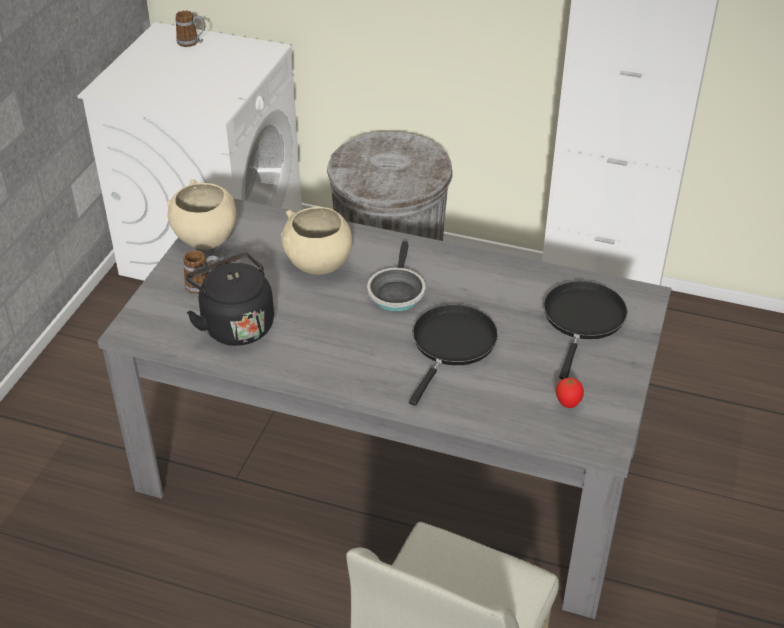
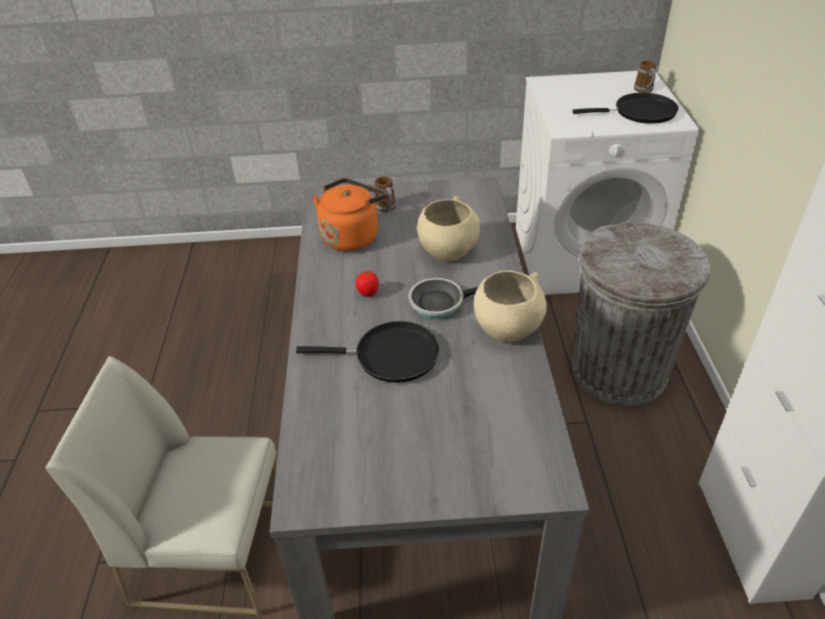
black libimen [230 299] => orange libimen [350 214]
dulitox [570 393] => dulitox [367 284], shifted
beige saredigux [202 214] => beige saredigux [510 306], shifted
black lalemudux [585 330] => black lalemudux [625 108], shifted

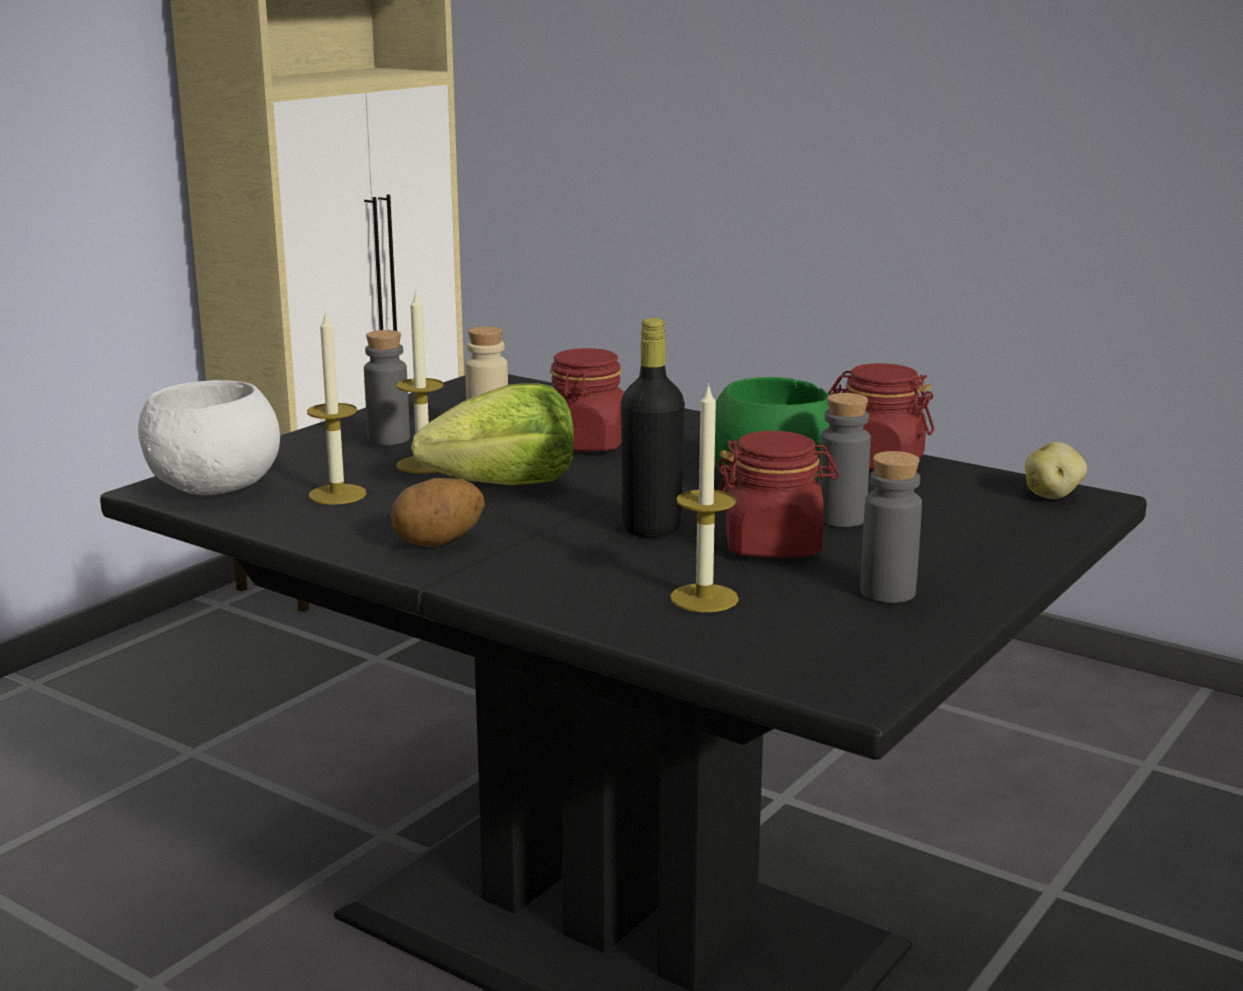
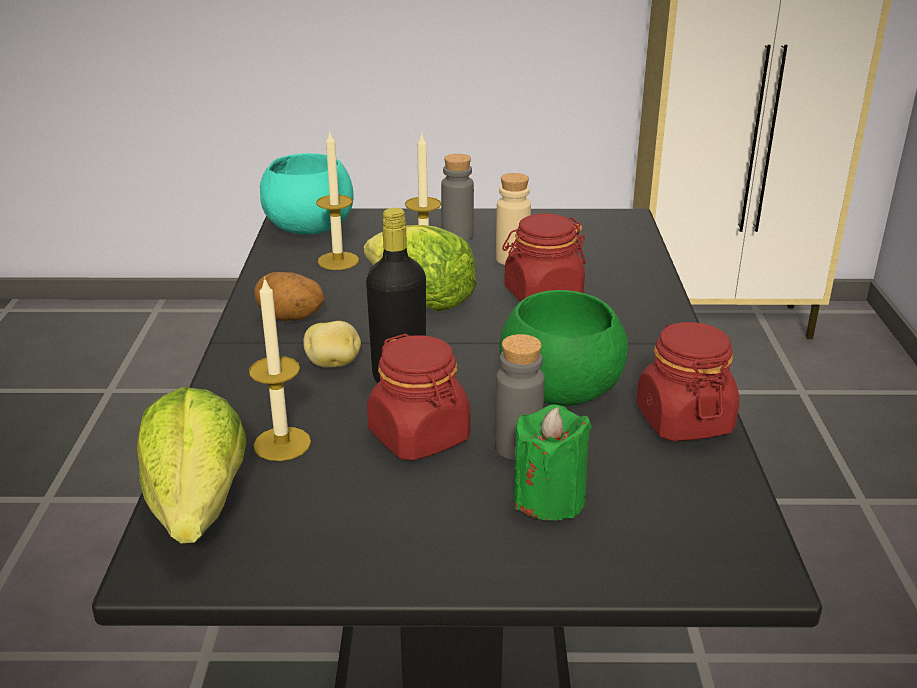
nothing => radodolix [191 465]
white saredigux [209 437] => turquoise saredigux [307 193]
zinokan [1056 470] => zinokan [332 344], shifted
nothing => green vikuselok [552 462]
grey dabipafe [891 527] => nothing

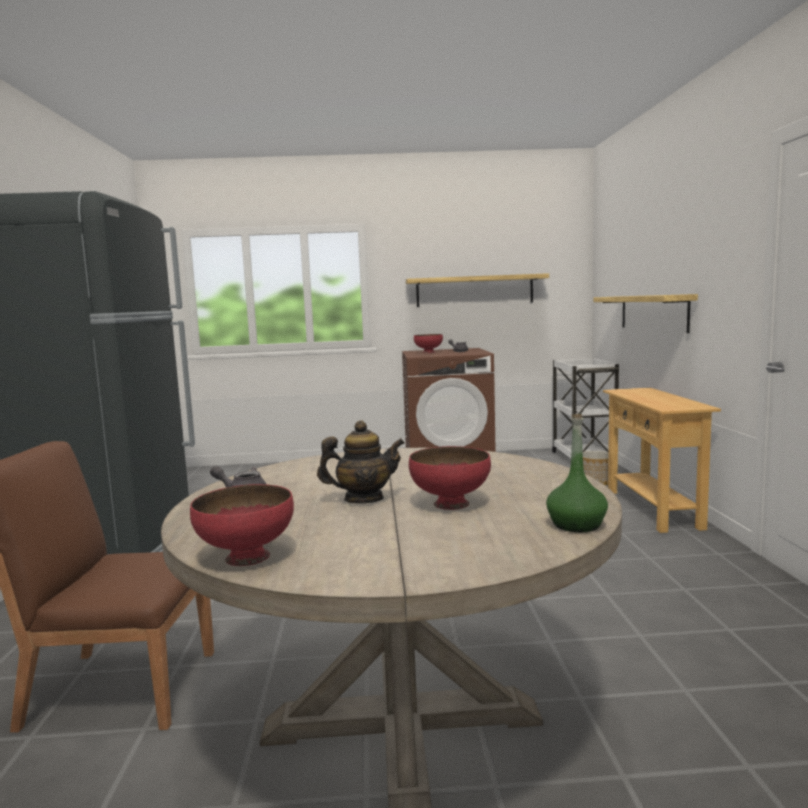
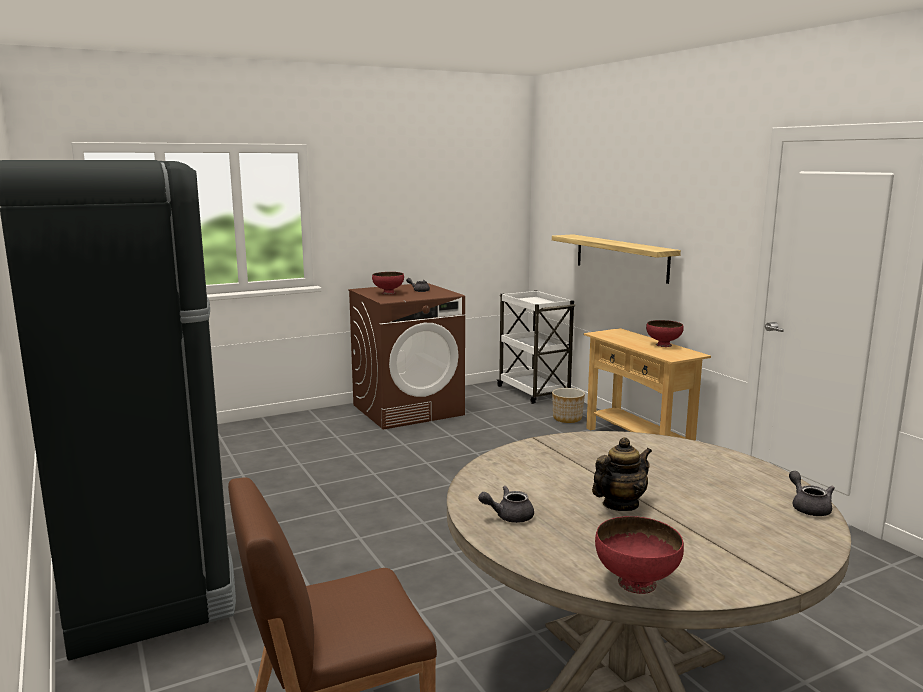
red saredigux [450 478] => red saredigux [665 333], shifted
green dabipafe [577 473] => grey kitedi [811 493]
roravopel [477 290] => nothing

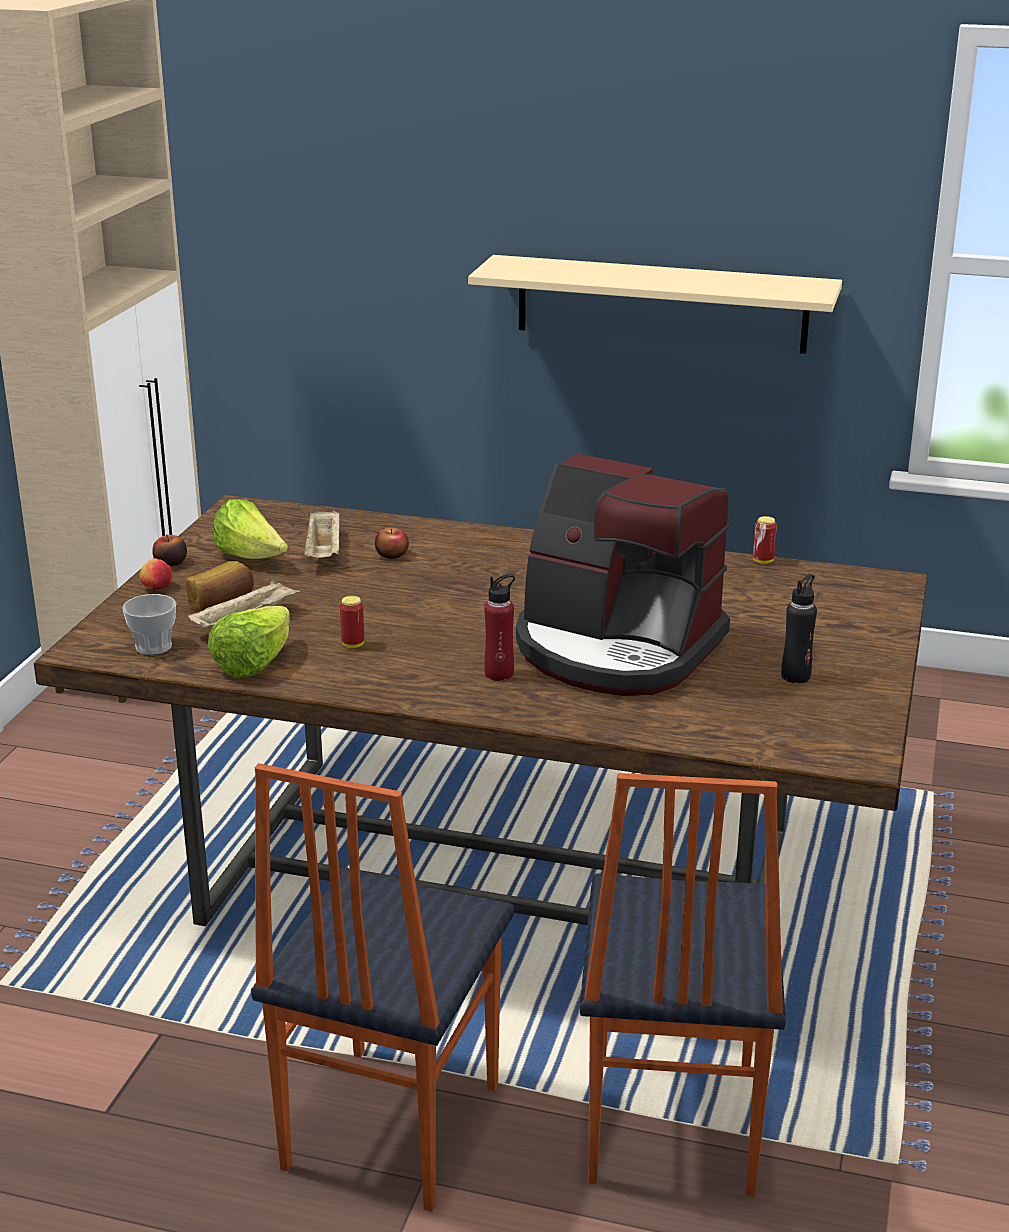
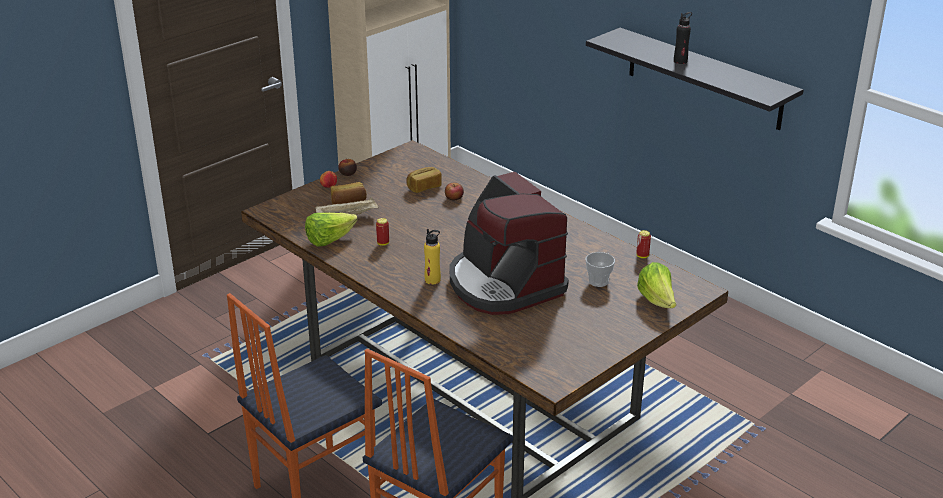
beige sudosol [322 533] => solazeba [424 180]
red dabipafe [499 627] => yellow dabipafe [432 257]
beige roravopel [655 304] => black roravopel [695 79]
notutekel [149 624] => notutekel [600 269], shifted
radodolix [250 529] => radodolix [656 285], shifted
black dabipafe [799 628] => black dabipafe [683 38], shifted

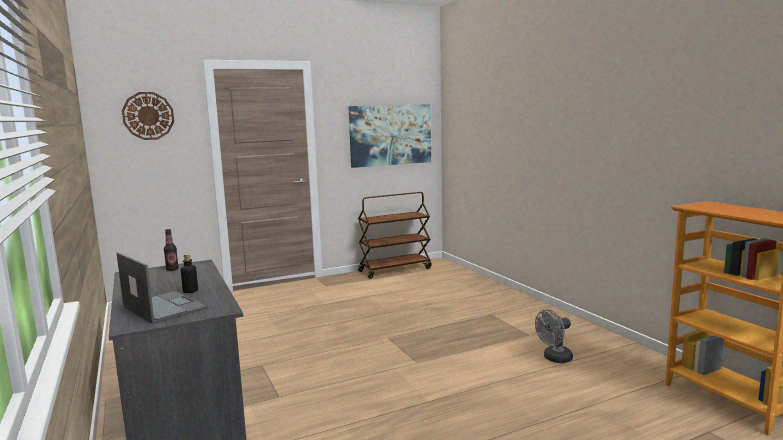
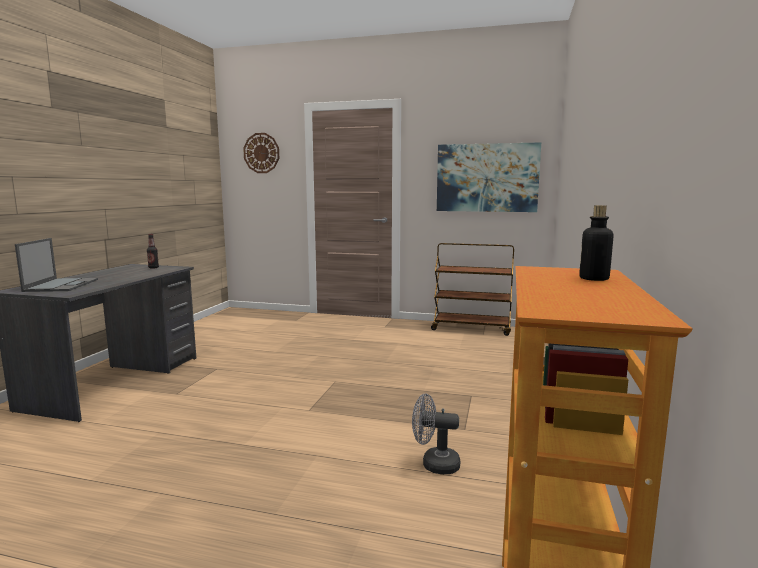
dabipafe [189 273] => dabipafe [596 243], shifted

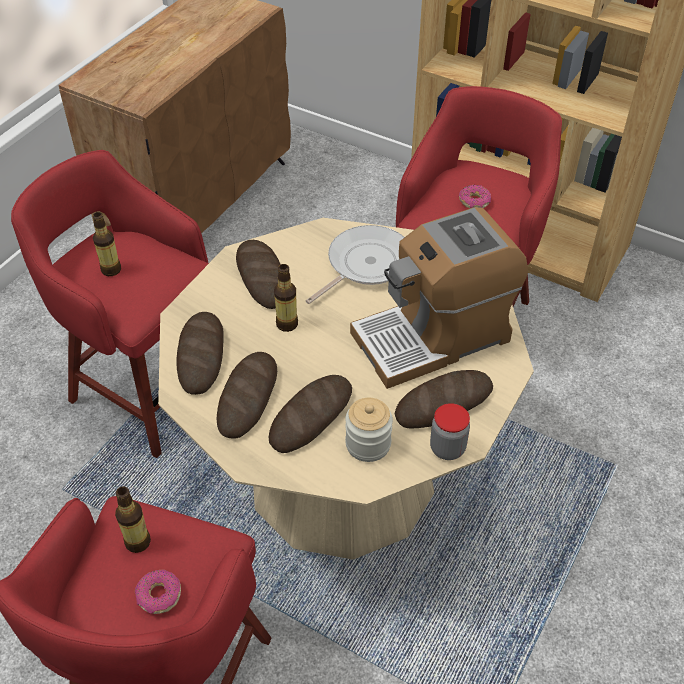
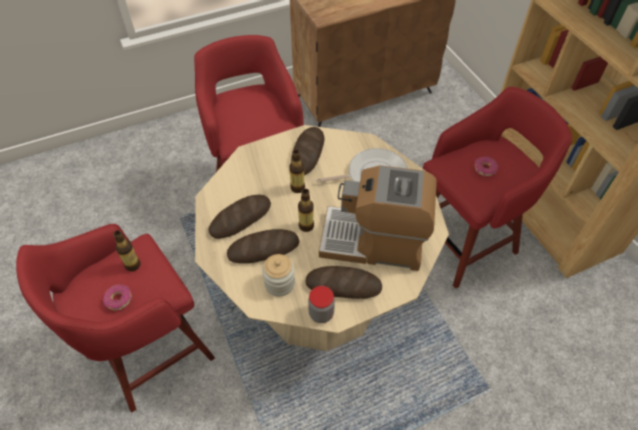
dabipafe [107 244] => dabipafe [306 210], shifted
solazeba [200 353] => nothing

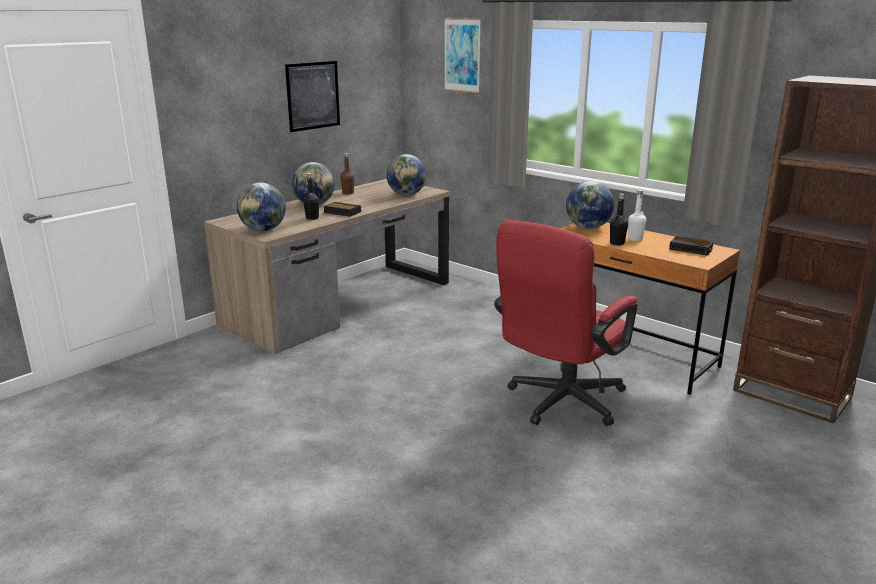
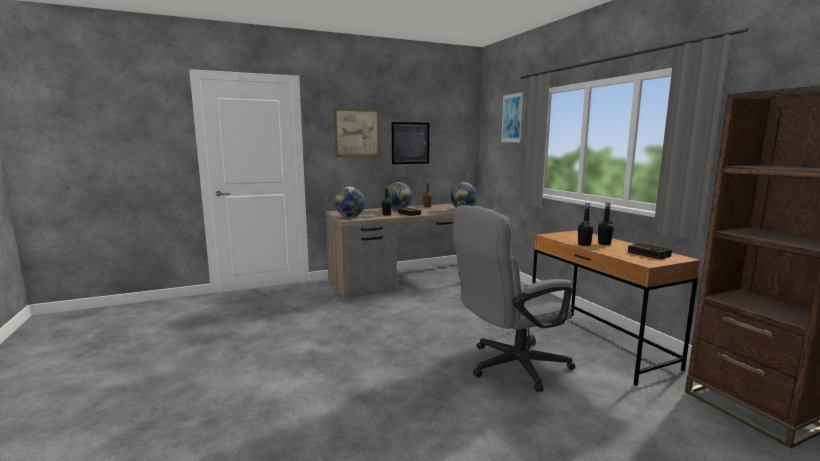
nothing => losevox [357 132]
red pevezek [565 323] => grey pevezek [514 298]
white dabipafe [637 215] => black dabipafe [606 224]
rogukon [590 205] => nothing

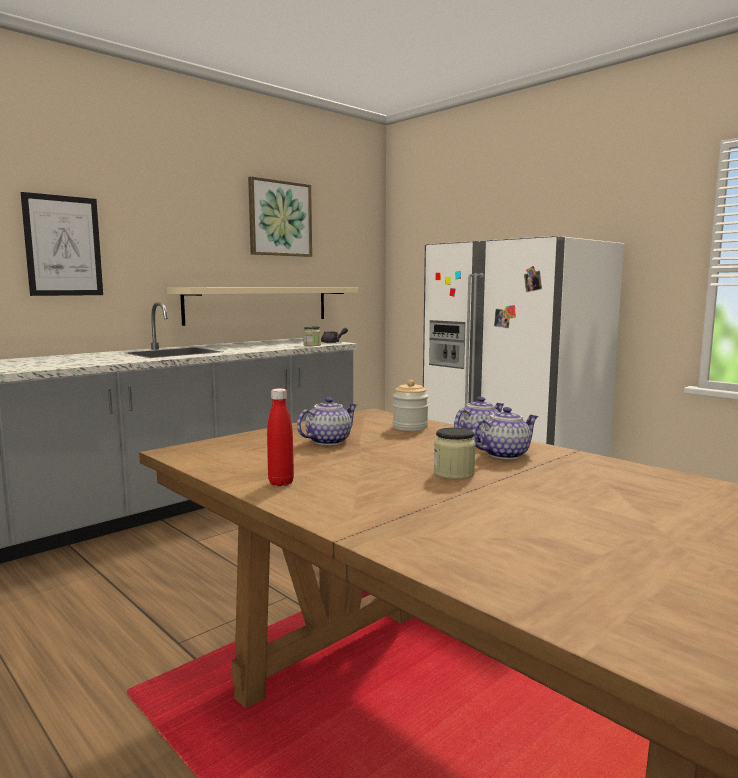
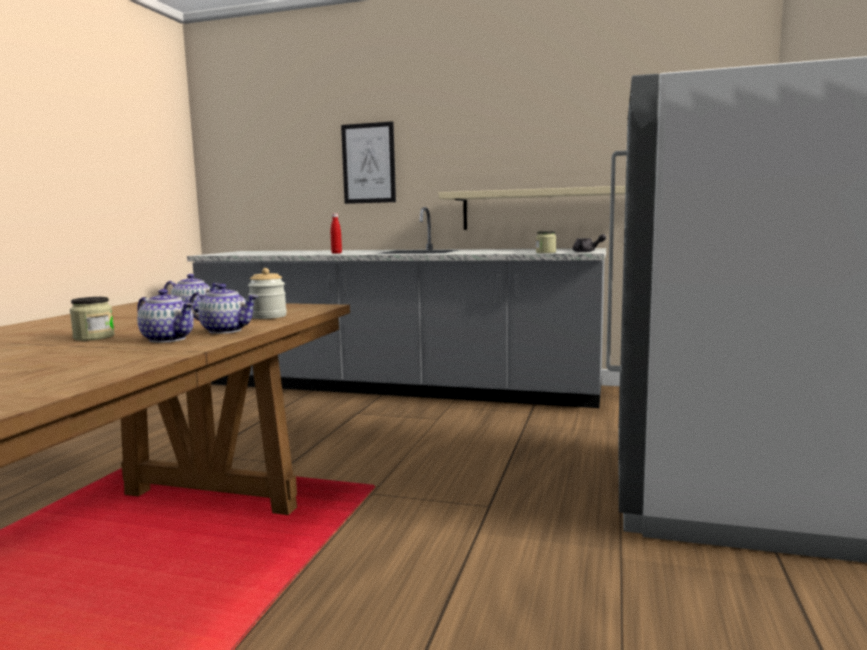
red dabipafe [280 437] => red dabipafe [336 234], shifted
losevox [280 216] => nothing

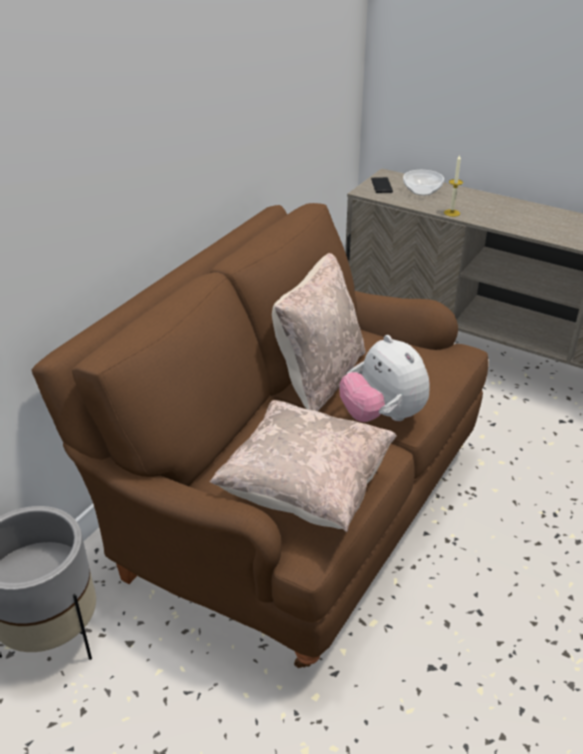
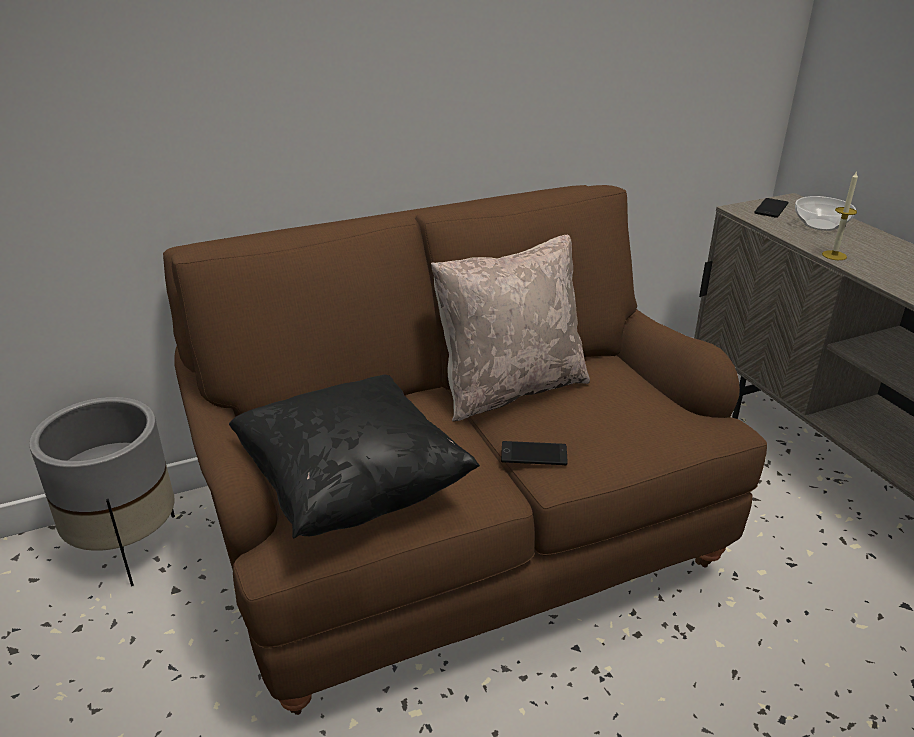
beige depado [303 466] => black depado [354 457]
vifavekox [384 378] => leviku [534 453]

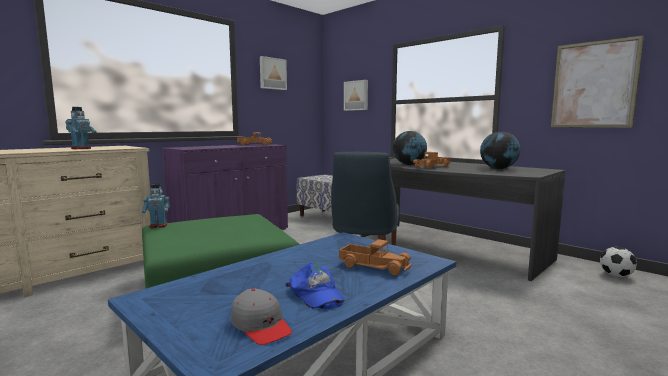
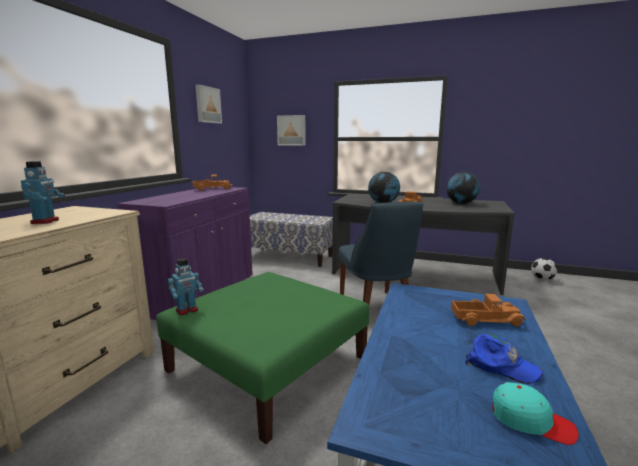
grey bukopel [261 317] => turquoise bukopel [535 413]
losevox [597 81] => nothing

